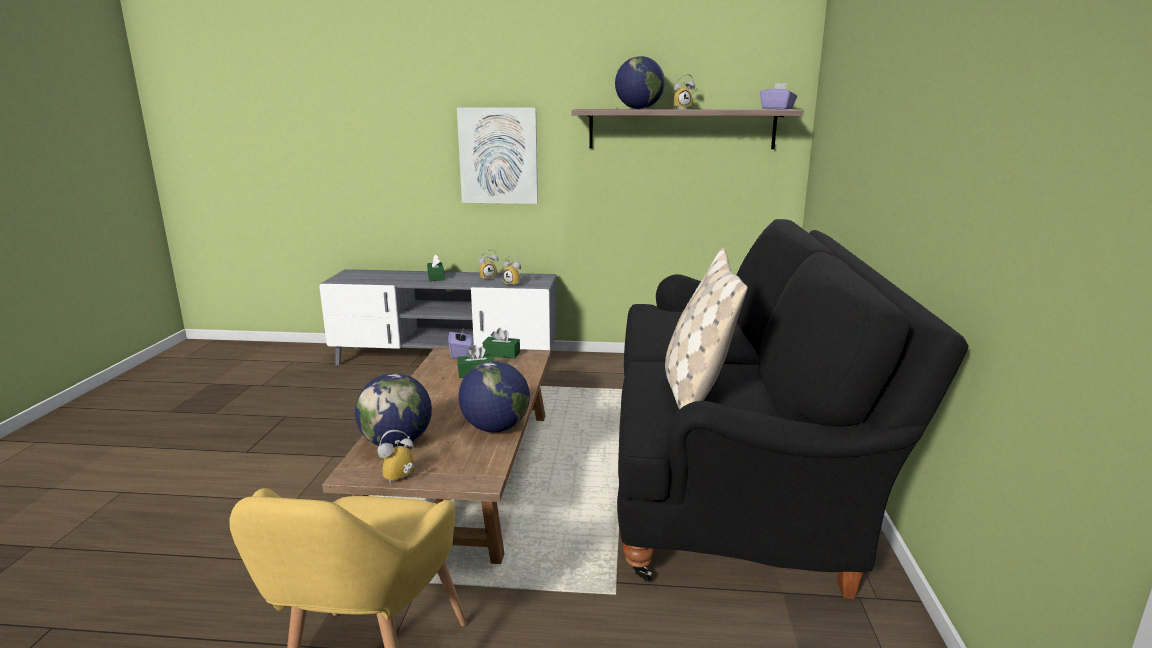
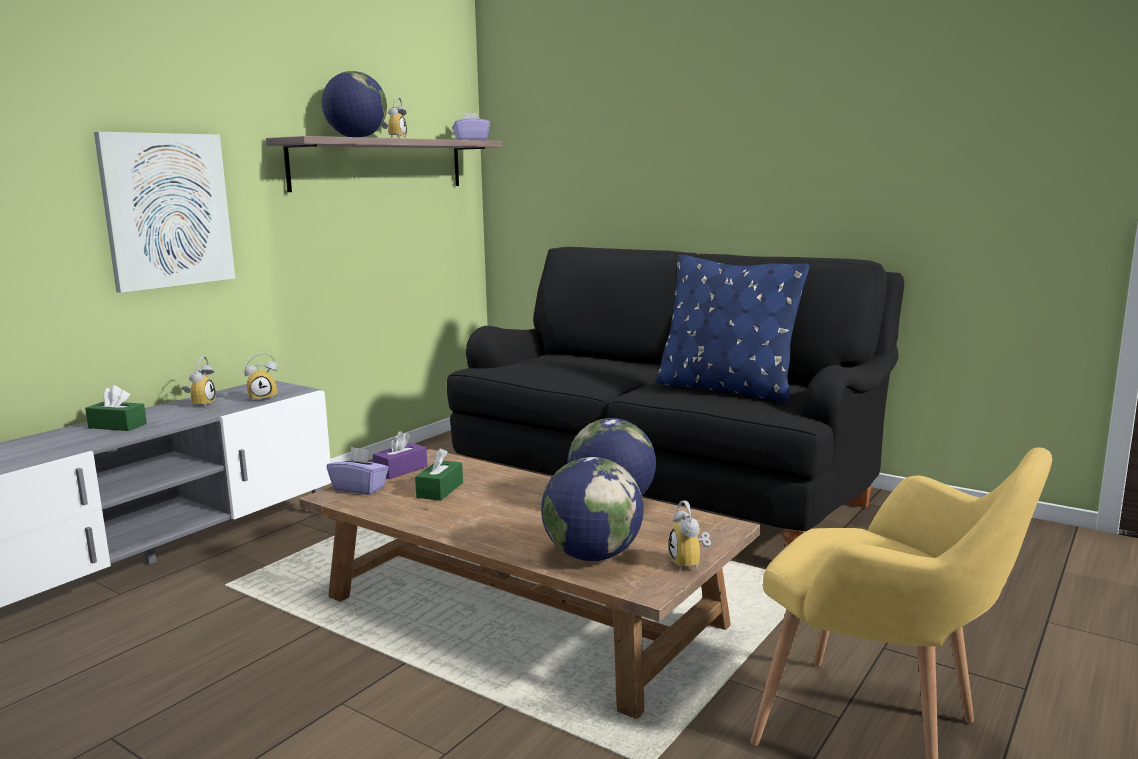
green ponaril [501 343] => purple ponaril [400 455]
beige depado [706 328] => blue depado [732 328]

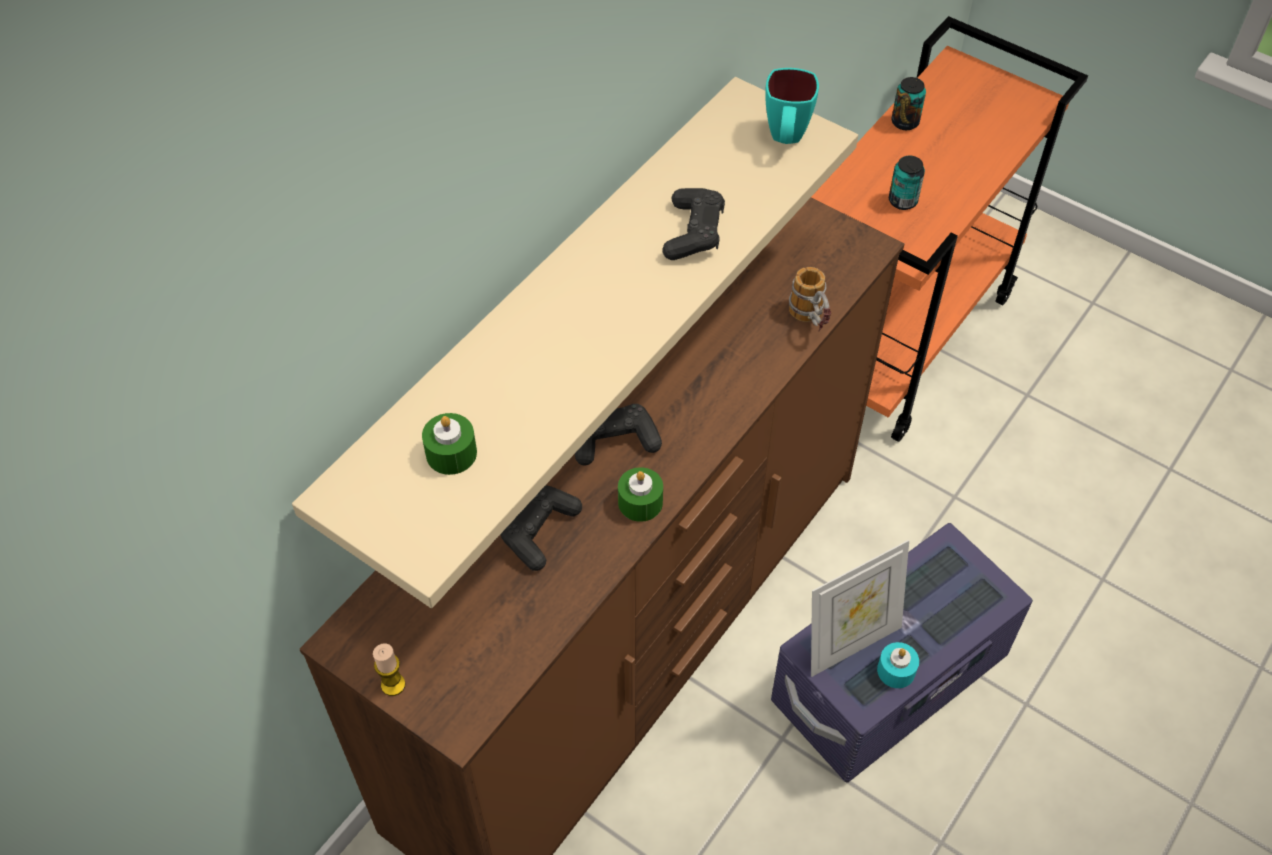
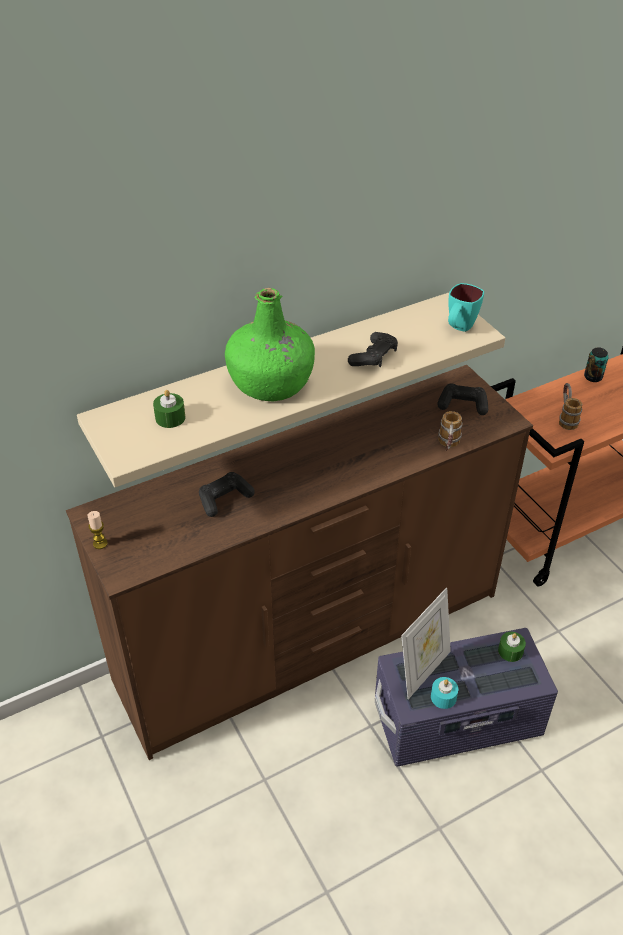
nothing => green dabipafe [270 344]
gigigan [860 608] => gigigan [426 643], 45 degrees counterclockwise
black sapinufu [618 435] => black sapinufu [462 399], shifted
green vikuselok [640 494] => green vikuselok [512 647], shifted
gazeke [907 183] => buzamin [570 406]

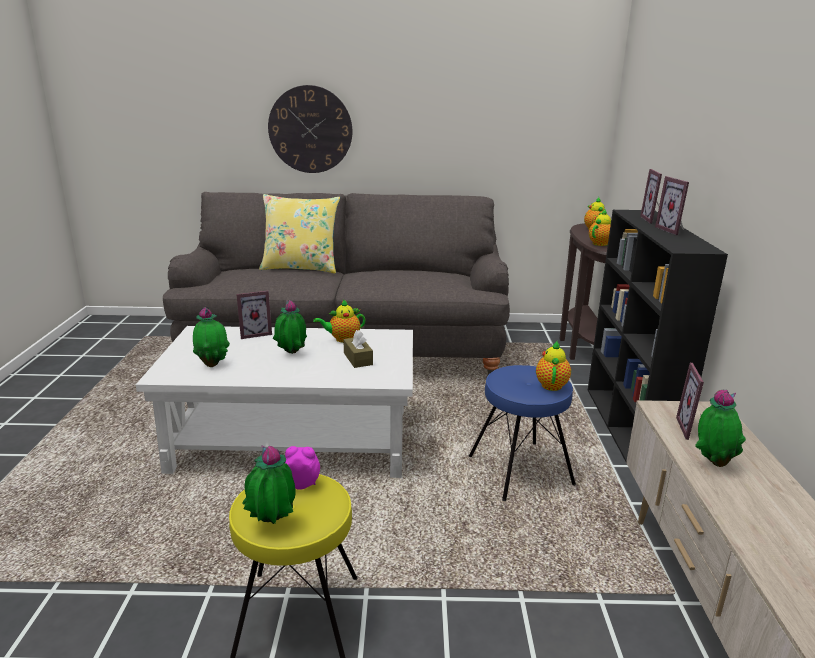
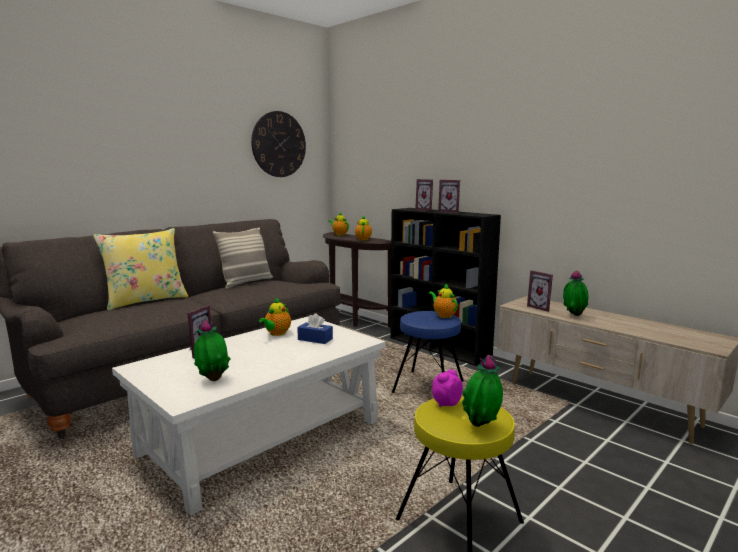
nothing => depado [243 258]
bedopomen [310 129] => bedopomen [278 144], shifted
brown ponaril [358 349] => blue ponaril [315 328]
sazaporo [290 327] => nothing

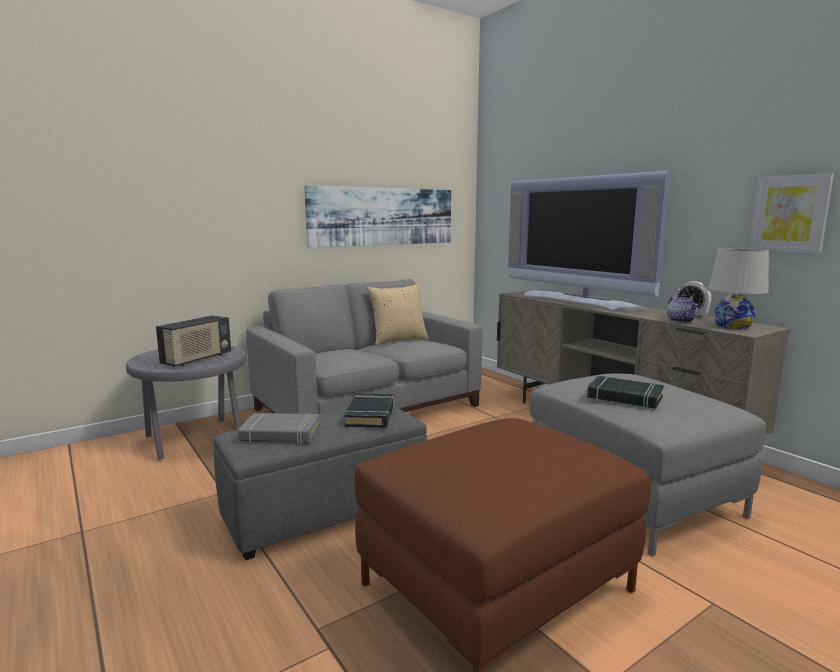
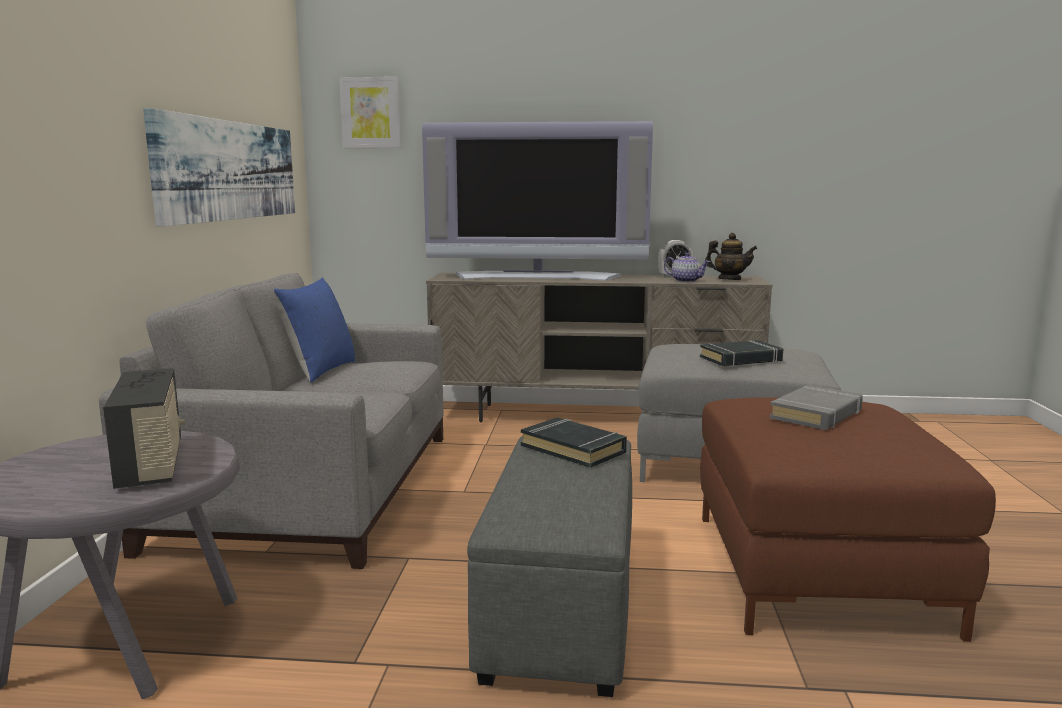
beige depado [398 314] => blue depado [314 330]
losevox [791 213] => losevox [370 112], shifted
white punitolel [738 289] => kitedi [731 256]
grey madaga [279 428] => grey madaga [816 407], shifted

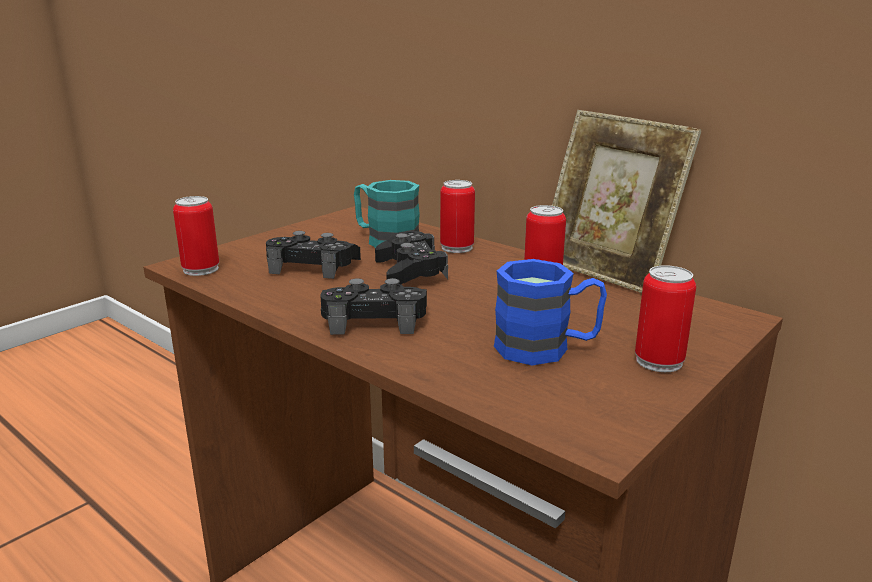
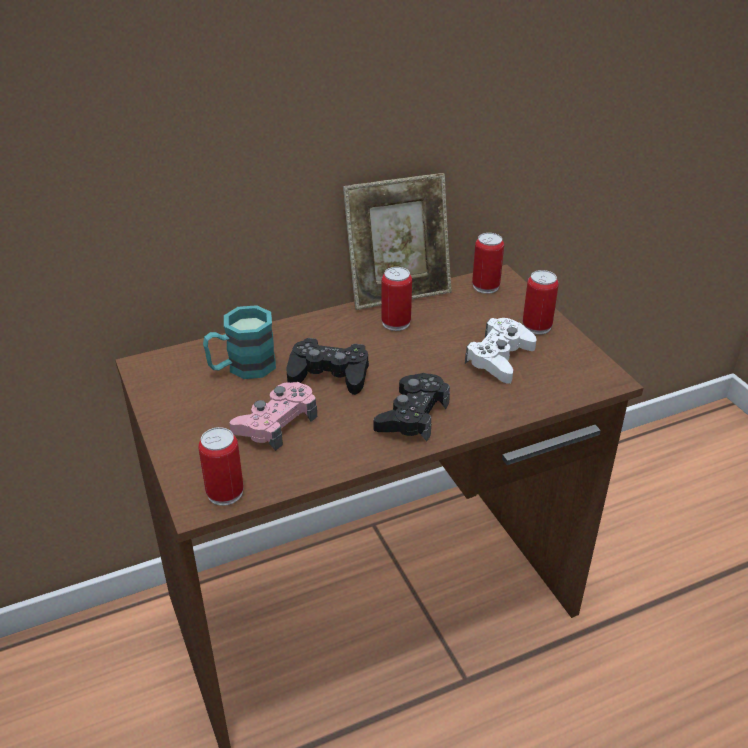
black sapinufu [313 255] => pink sapinufu [273 416]
blue buzamin [550 312] => white sapinufu [500 350]
gazeke [457 216] => gazeke [488 263], shifted

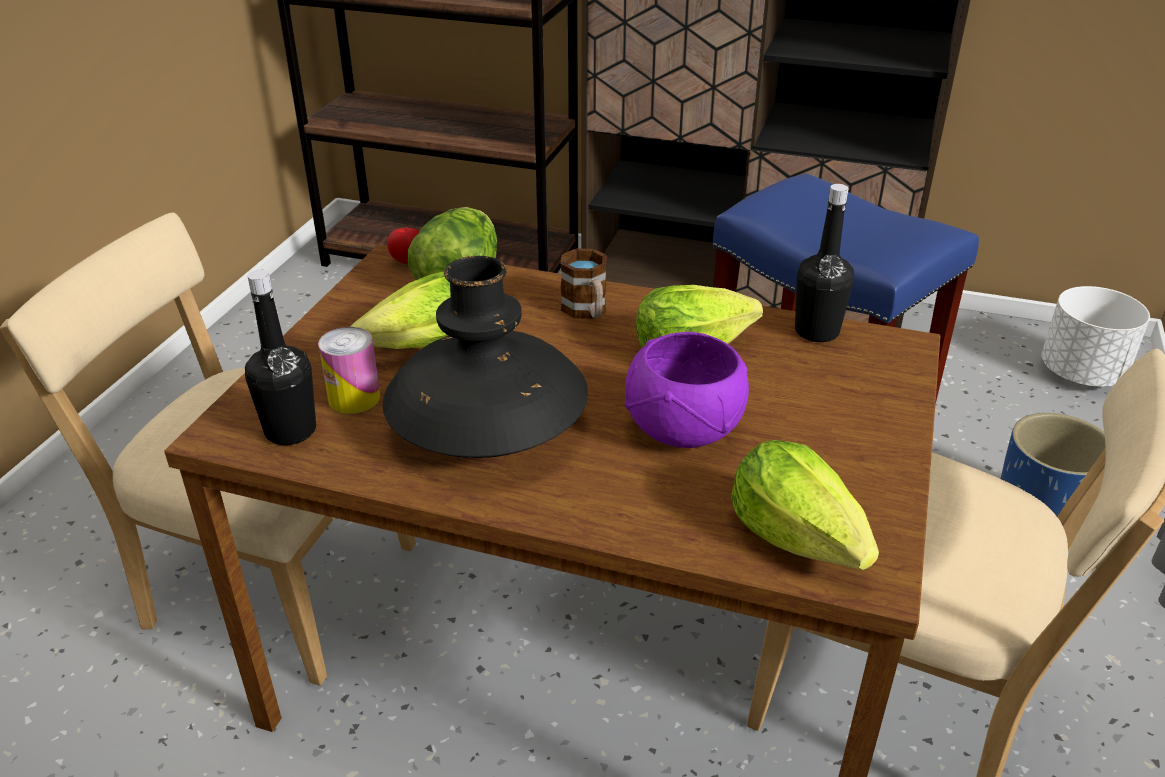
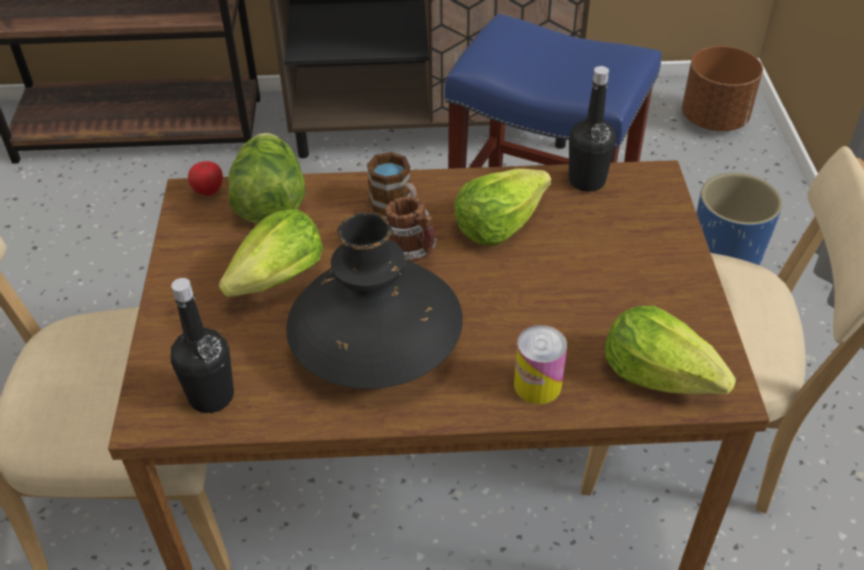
nothing => buzamin [410 229]
gazeke [349 370] => gazeke [540 364], shifted
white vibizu [1095 336] => brown vibizu [722 88]
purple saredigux [687 390] => nothing

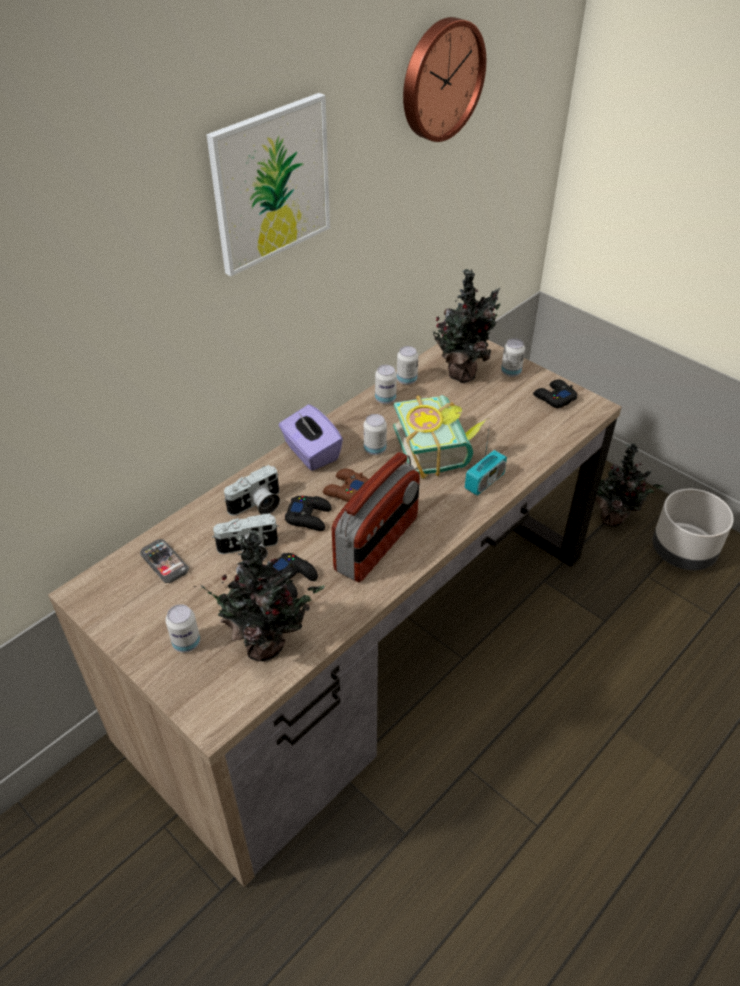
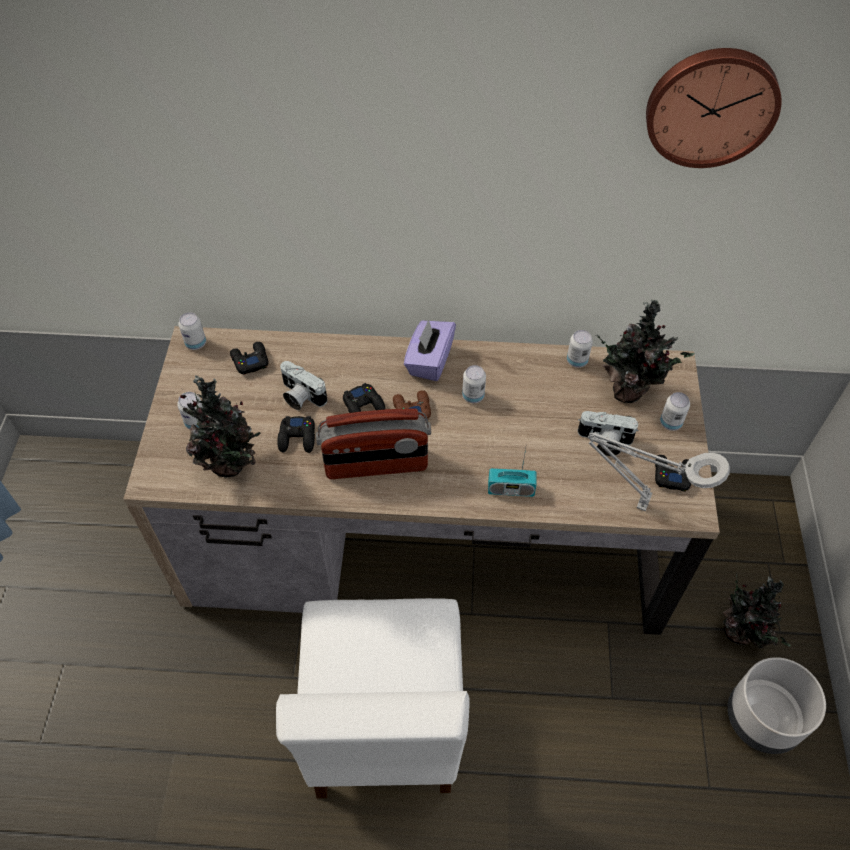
gazeke [386 384] => gazeke [192 331], shifted
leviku [164 561] => black sapinufu [249 358]
nothing => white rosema [373 698]
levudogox [252 490] => levudogox [608 433], shifted
nothing => grey punitolel [659 471]
losevox [268 184] => nothing
madaga [441 437] => nothing

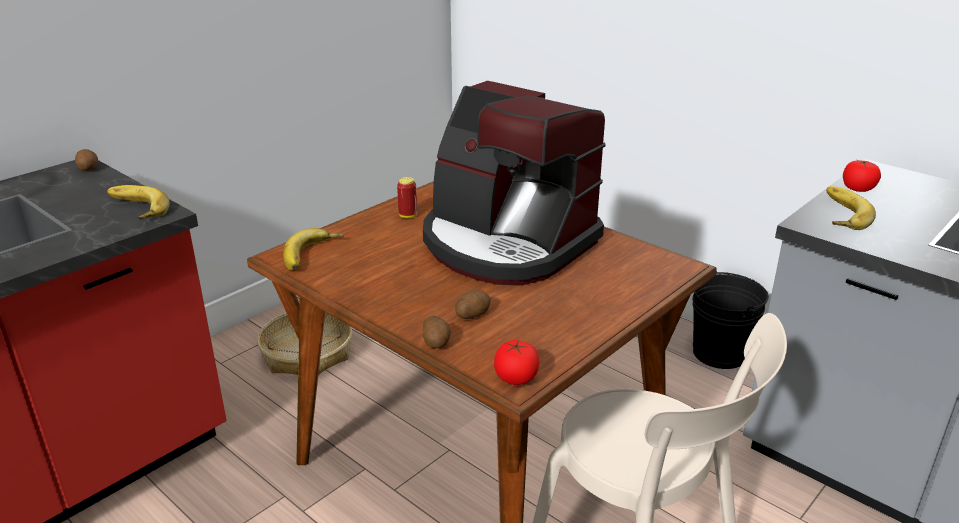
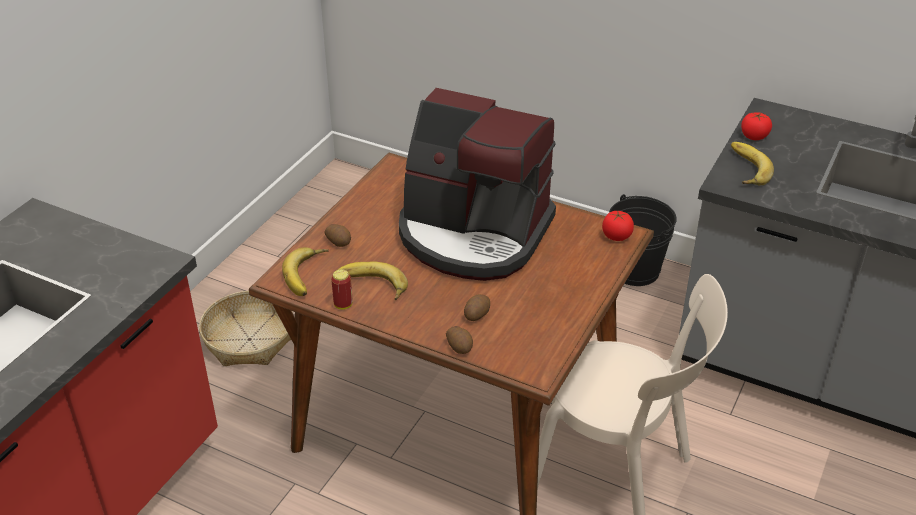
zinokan [86 160] => zinokan [338 235], shifted
gazeke [407 197] => gazeke [342 289], shifted
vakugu [138 202] => vakugu [373 280], shifted
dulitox [516 362] => dulitox [618 225], shifted

